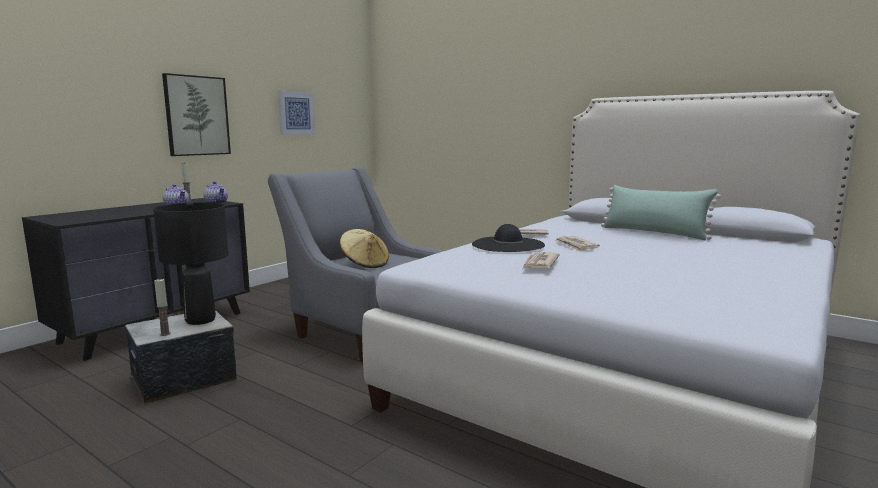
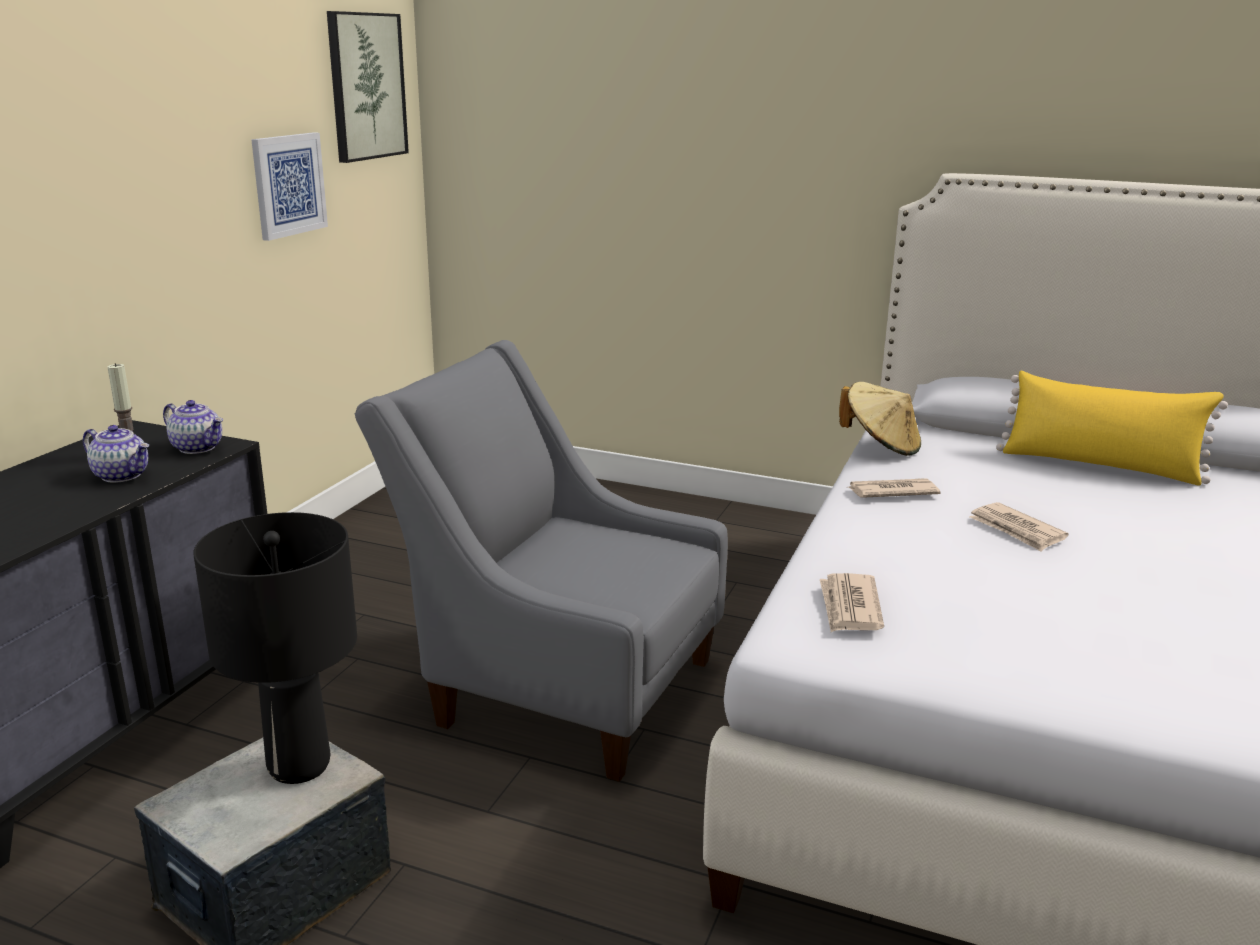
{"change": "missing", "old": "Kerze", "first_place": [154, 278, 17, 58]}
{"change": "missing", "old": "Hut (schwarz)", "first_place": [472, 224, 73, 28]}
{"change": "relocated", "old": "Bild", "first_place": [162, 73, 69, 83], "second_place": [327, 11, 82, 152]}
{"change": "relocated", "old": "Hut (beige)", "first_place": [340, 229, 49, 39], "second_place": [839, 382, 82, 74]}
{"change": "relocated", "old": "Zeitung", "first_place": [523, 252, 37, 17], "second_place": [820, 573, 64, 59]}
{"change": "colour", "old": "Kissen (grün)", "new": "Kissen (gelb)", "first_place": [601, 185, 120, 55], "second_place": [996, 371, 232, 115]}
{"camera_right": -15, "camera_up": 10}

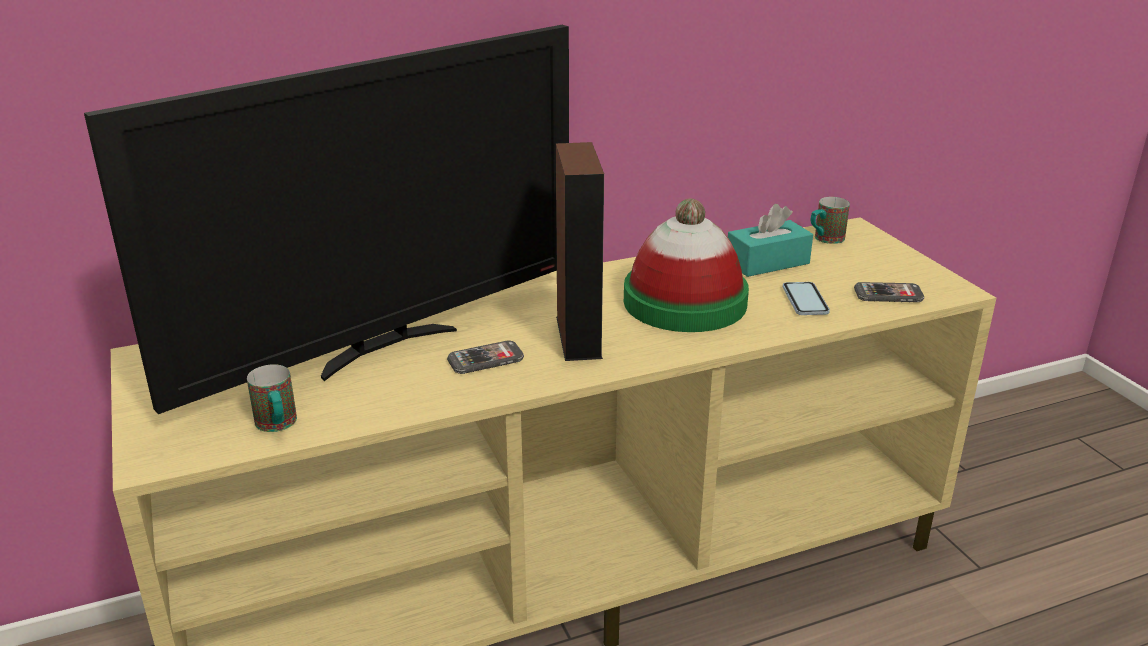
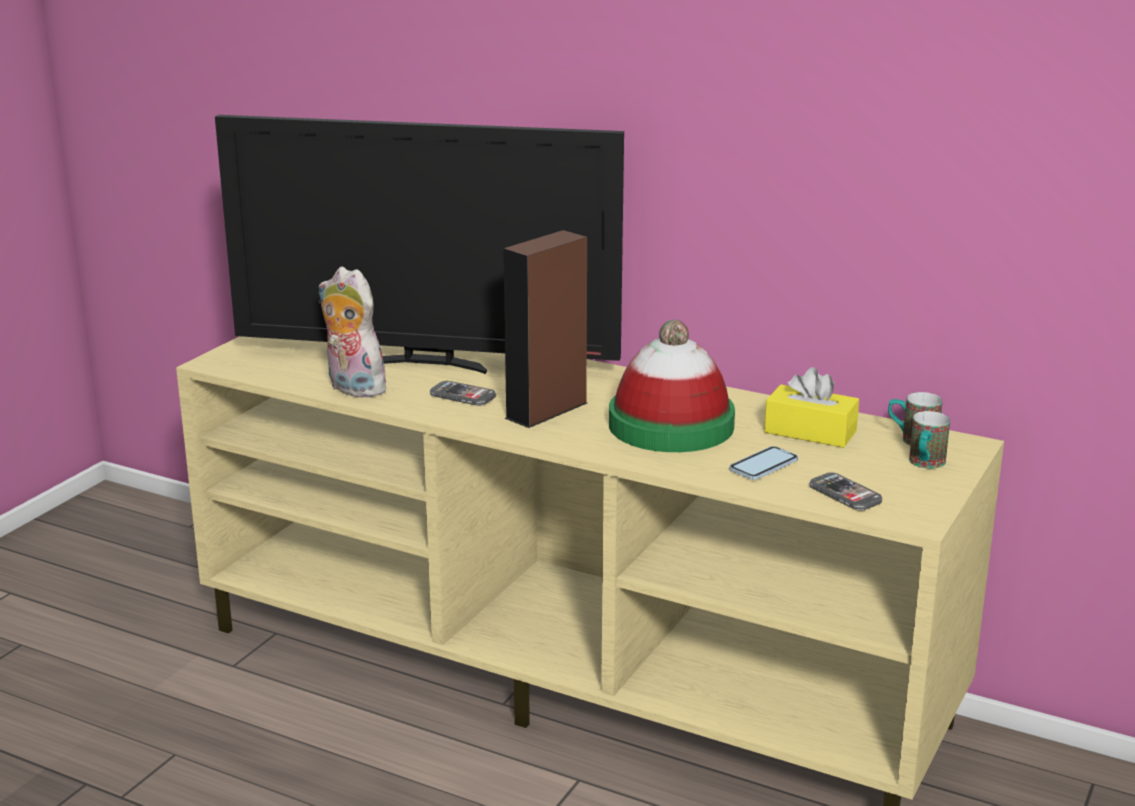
{"change": "appeared", "new": "Plüschtier", "second_place": [318, 267, 70, 131]}
{"change": "relocated", "old": "Henkelbecher", "first_place": [247, 364, 50, 68], "second_place": [909, 411, 41, 58]}
{"change": "colour", "old": "Taschentuchbox (türkis)", "new": "Taschentuchbox (gelb)", "first_place": [728, 204, 85, 73], "second_place": [764, 367, 95, 81]}
{"camera_right": 50, "camera_up": -5}

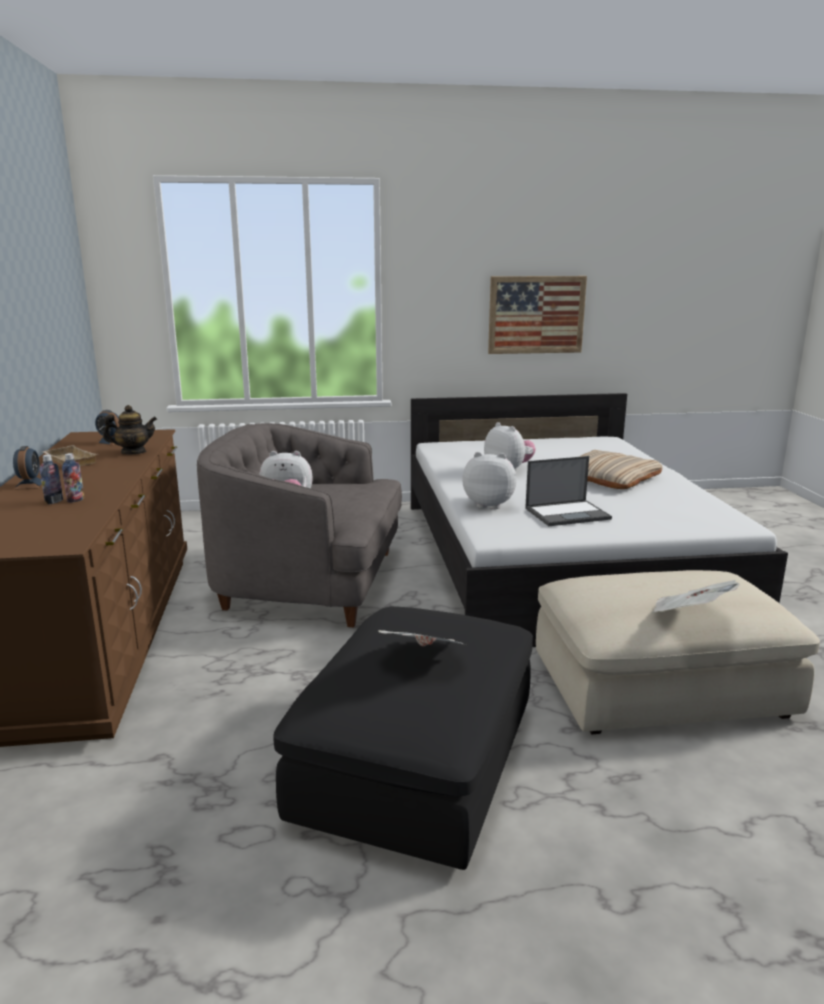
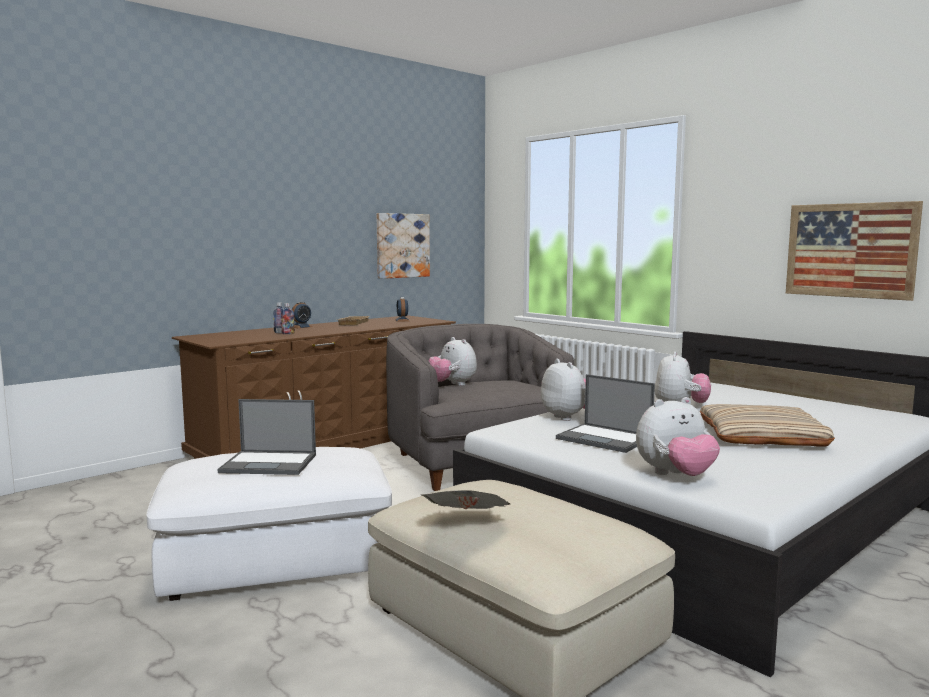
{"change": "missing", "old": "Teekanne", "first_place": [103, 405, 54, 49]}
{"change": "appeared", "new": "Bild", "second_place": [376, 213, 54, 66]}
{"change": "appeared", "new": "Plüschtier", "second_place": [636, 397, 84, 79]}
{"change": "exchanged", "old": "Zeitung", "new": "Laptop", "first_place": [378, 630, 88, 16], "second_place": [217, 399, 99, 76]}
{"change": "colour", "old": "Polsterhocker (schwarz)", "new": "Polsterhocker (weiß)", "first_place": [273, 606, 260, 264], "second_place": [147, 447, 245, 154]}
{"camera_right": 55, "camera_up": -10}

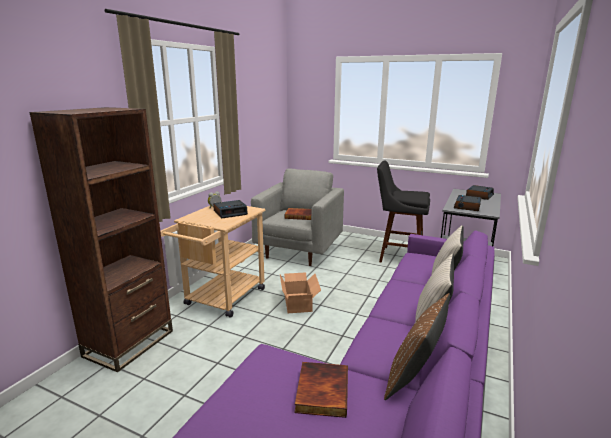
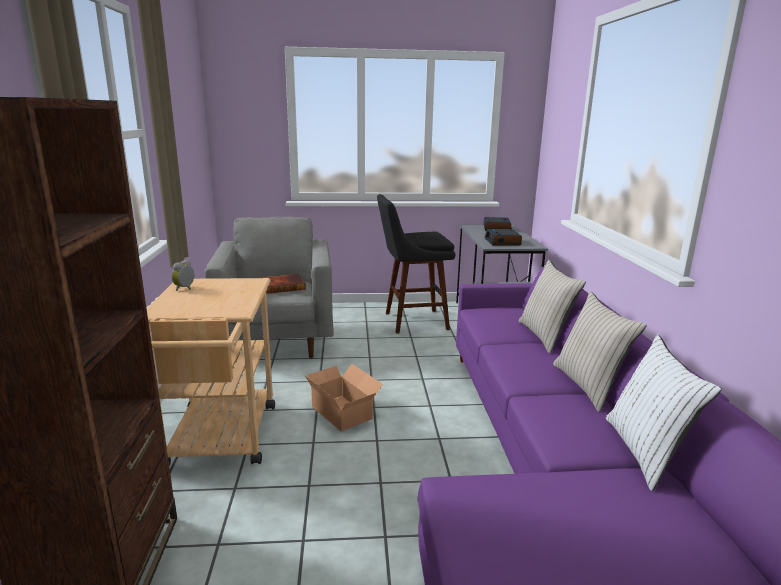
{"change": "missing", "old": "Wecker", "first_place": [213, 200, 35, 18]}
{"change": "missing", "old": "Buch", "first_place": [294, 362, 54, 56]}
{"change": "colour", "old": "Kissen (braun)", "new": "Kissen (weiß)", "first_place": [384, 293, 66, 107], "second_place": [606, 335, 116, 156]}
{"camera_right": -30, "camera_up": 0}

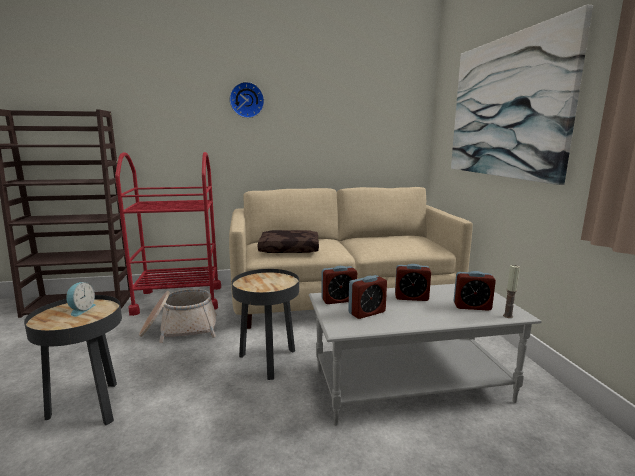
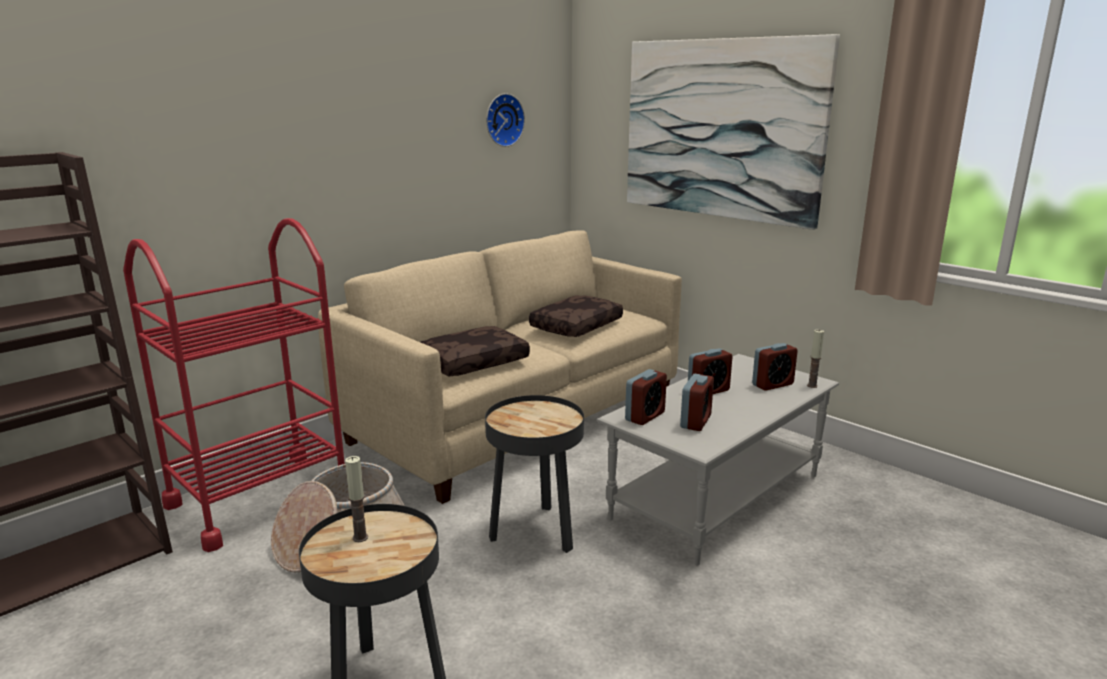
{"change": "appeared", "new": "Kissen (braun)", "second_place": [529, 296, 94, 41]}
{"change": "relocated", "old": "Wanduhr", "first_place": [229, 82, 35, 36], "second_place": [486, 93, 39, 54]}
{"change": "exchanged", "old": "Wecker", "new": "Kerze", "first_place": [66, 282, 30, 35], "second_place": [345, 456, 23, 86]}
{"camera_right": -35, "camera_up": 5}

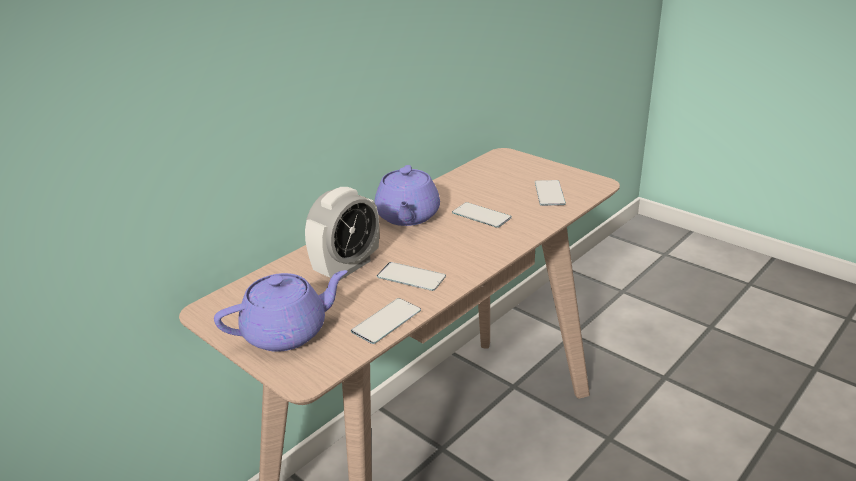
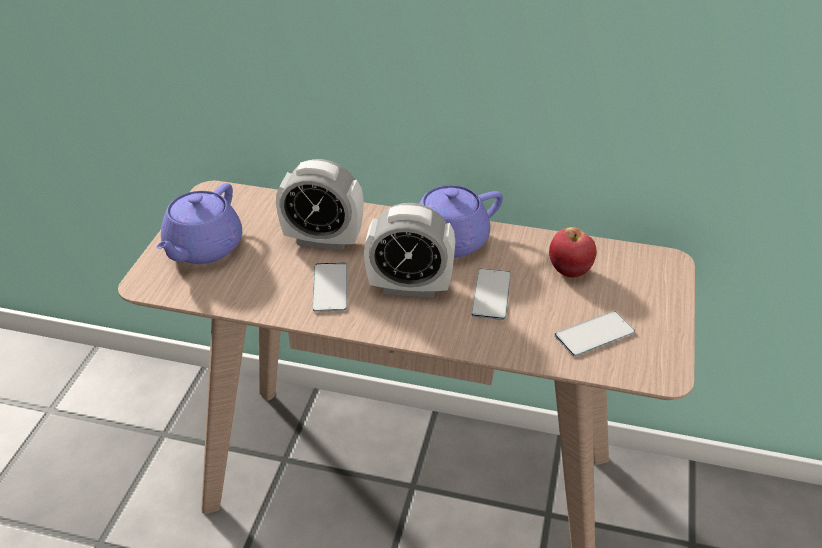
{"change": "missing", "old": "Handy", "first_place": [351, 298, 70, 46]}
{"change": "appeared", "new": "Wecker", "second_place": [364, 203, 91, 95]}
{"change": "appeared", "new": "Apfel", "second_place": [549, 227, 48, 51]}
{"change": "spun", "old": "Teekanne (lila)", "first_place": [214, 270, 134, 82], "second_place": [156, 183, 86, 81], "degrees": 75}
{"camera_right": 60, "camera_up": 10}

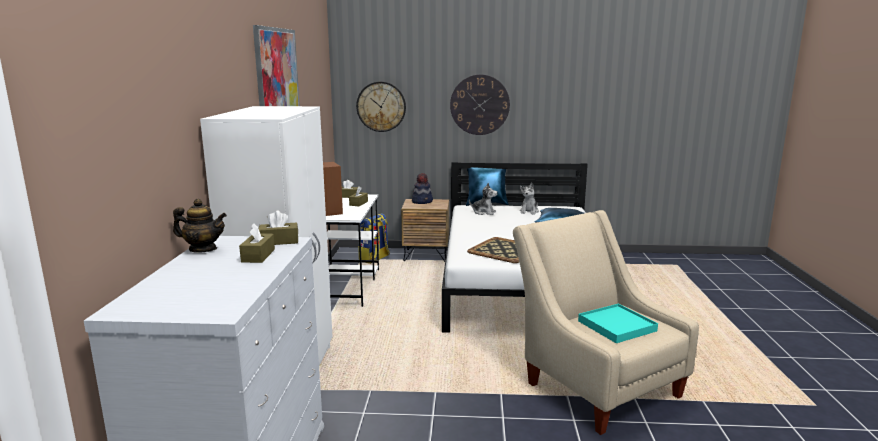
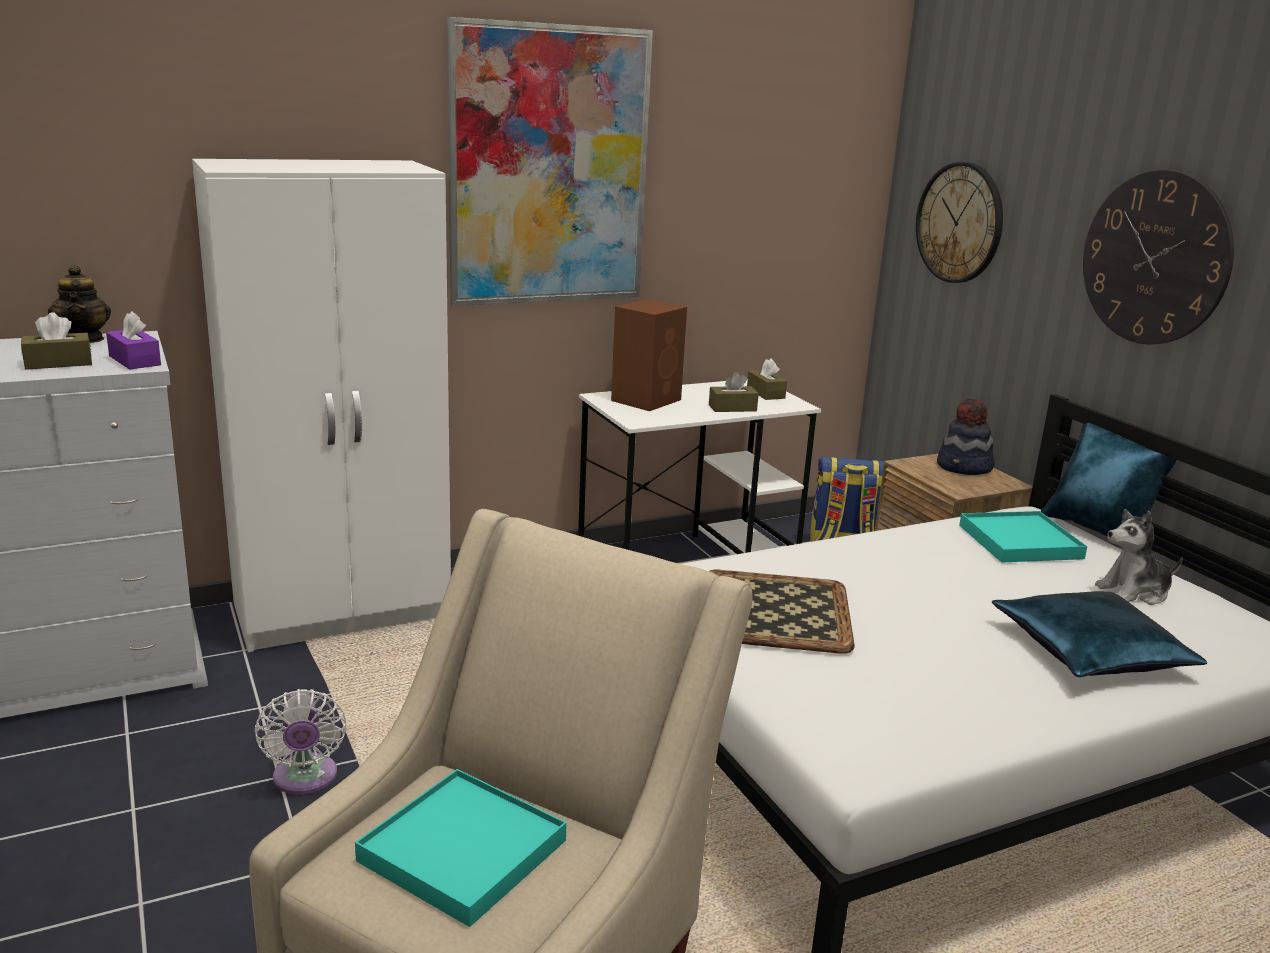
{"change": "appeared", "new": "Ventilator (weiß)", "second_place": [255, 689, 92, 105]}
{"change": "exchanged", "old": "Plüschtier", "new": "Tablett (türkis)", "first_place": [469, 183, 29, 32], "second_place": [959, 511, 128, 52]}
{"change": "colour", "old": "Taschentuchbox (braun)", "new": "Taschentuchbox (lila)", "first_place": [259, 211, 39, 34], "second_place": [106, 311, 55, 59]}
{"camera_right": 60, "camera_up": 5}

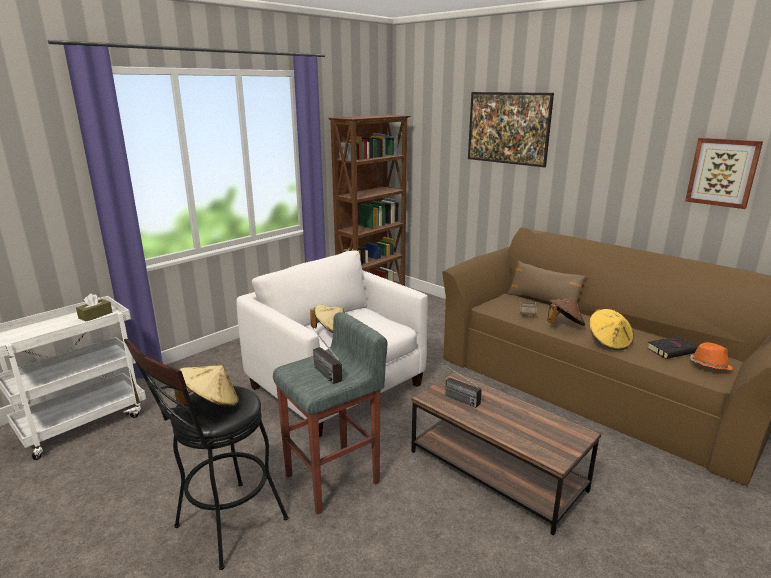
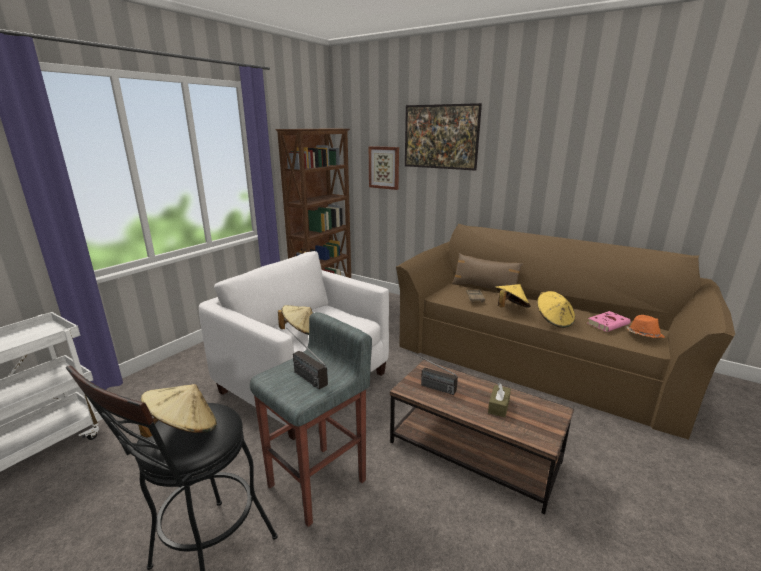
{"change": "relocated", "old": "Taschentuchbox (braun)", "first_place": [76, 293, 36, 28], "second_place": [488, 383, 23, 35]}
{"change": "relocated", "old": "Bild", "first_place": [685, 138, 78, 71], "second_place": [369, 146, 30, 44]}
{"change": "colour", "old": "Hut (braun)", "new": "Hut (gelb)", "first_place": [547, 299, 38, 27], "second_place": [495, 284, 36, 24]}
{"change": "colour", "old": "Buch (schwarz)", "new": "Buch (rosa)", "first_place": [647, 336, 51, 23], "second_place": [587, 311, 44, 21]}
{"camera_right": -10, "camera_up": 0}

